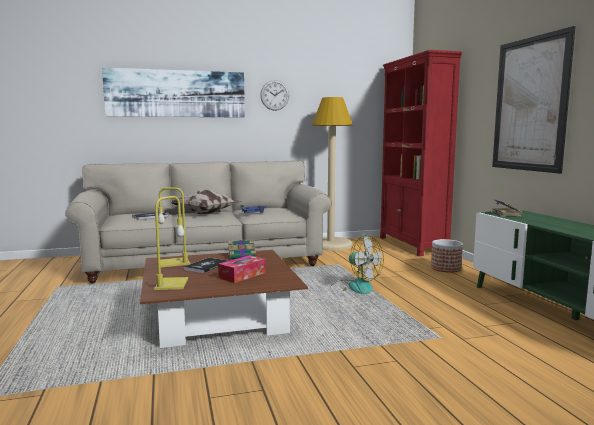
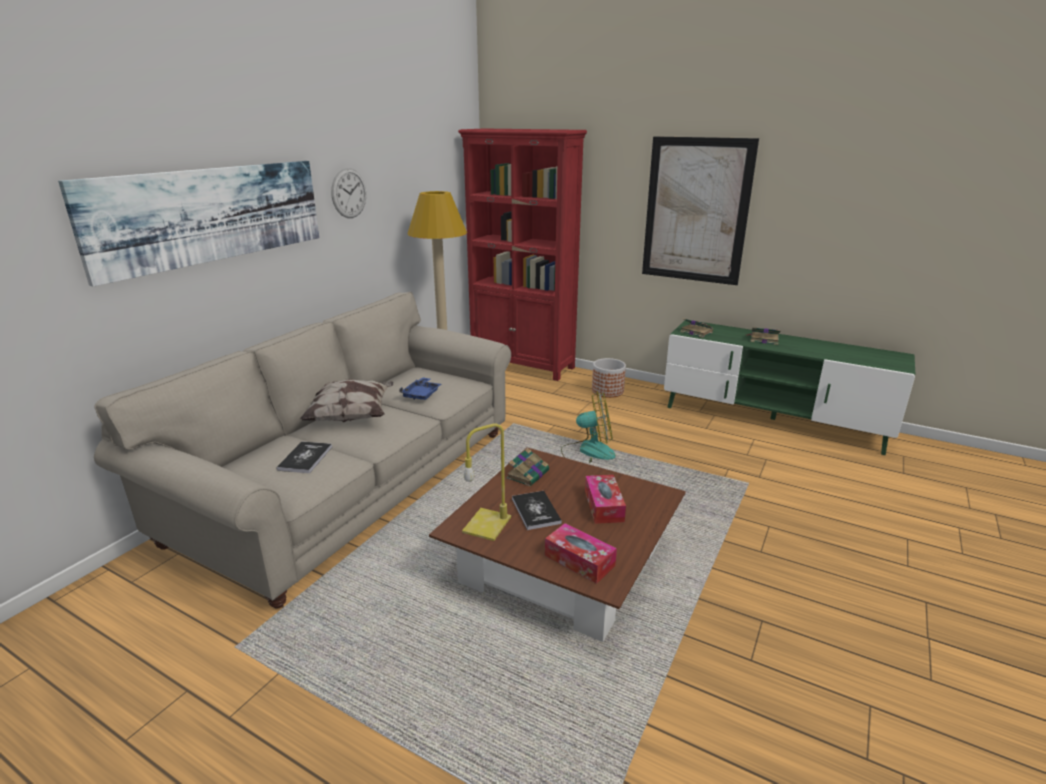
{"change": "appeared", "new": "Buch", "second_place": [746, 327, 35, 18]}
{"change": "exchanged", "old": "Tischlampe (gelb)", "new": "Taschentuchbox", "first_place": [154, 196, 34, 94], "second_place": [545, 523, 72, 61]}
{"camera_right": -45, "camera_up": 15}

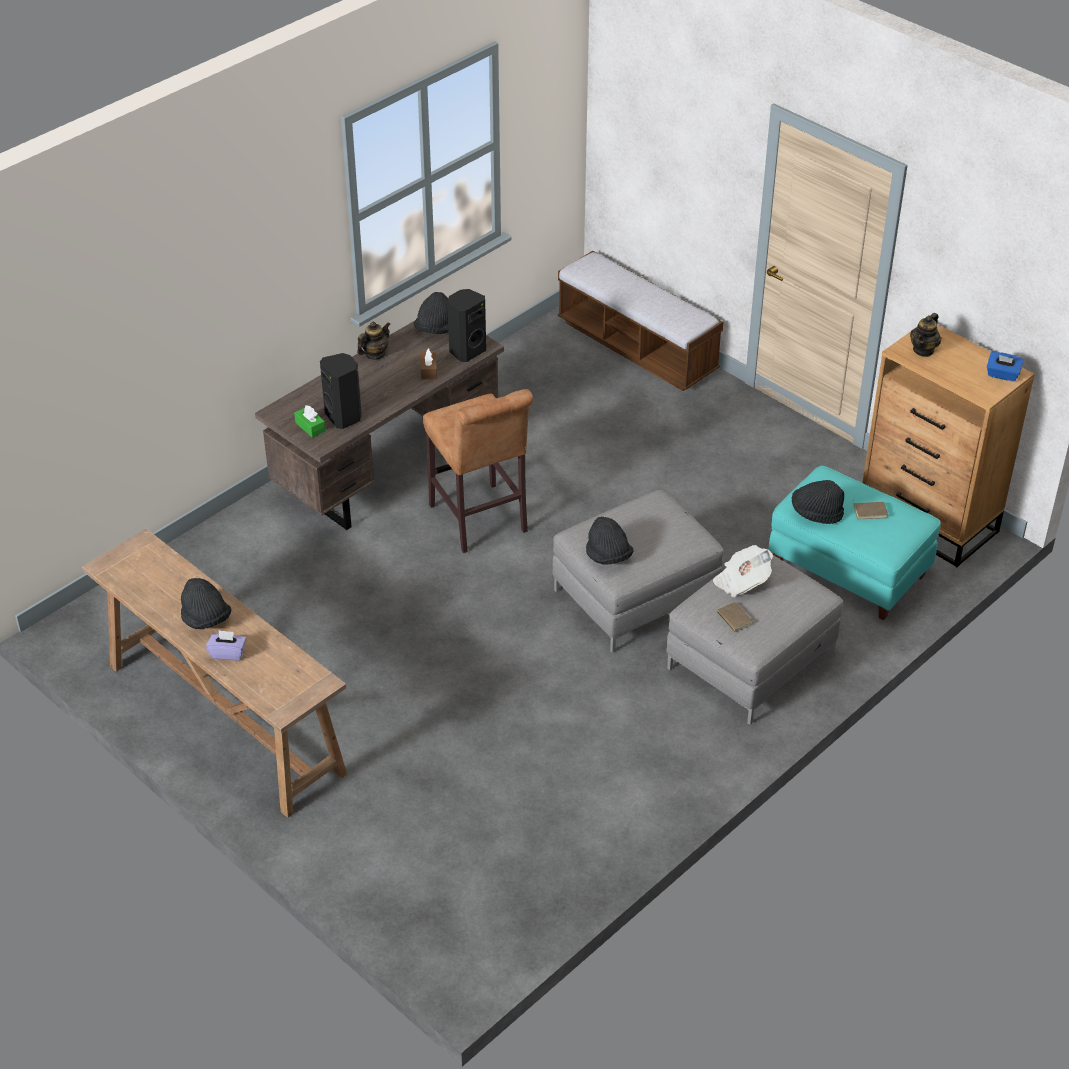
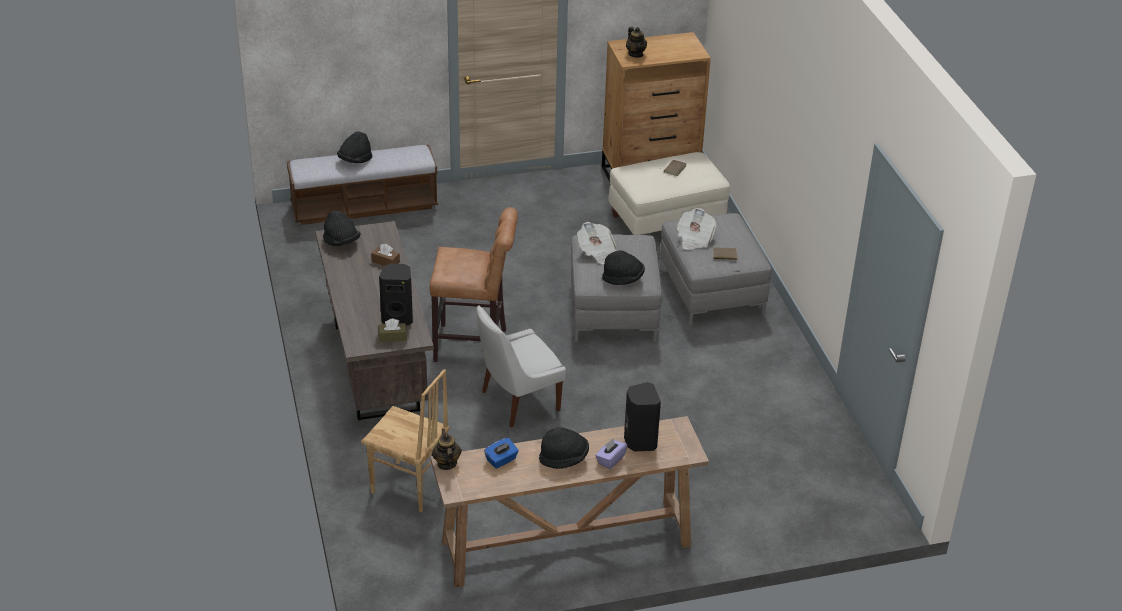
{"change": "appeared", "new": "Stuhl (braun)", "second_place": [361, 369, 89, 143]}
{"change": "appeared", "new": "Stuhl (weiß)", "second_place": [476, 305, 90, 123]}
{"change": "appeared", "new": "Zeitung", "second_place": [577, 222, 40, 42]}
{"change": "relocated", "old": "Teekanne", "first_place": [357, 322, 33, 38], "second_place": [432, 429, 30, 41]}
{"change": "relocated", "old": "Lautsprecher (schwarz)", "first_place": [447, 289, 39, 73], "second_place": [624, 382, 37, 70]}
{"change": "relocated", "old": "Hut (schwarz)", "first_place": [792, 480, 52, 44], "second_place": [337, 131, 35, 32]}
{"change": "relocated", "old": "Taschentuchbox (blau)", "first_place": [987, 352, 37, 30], "second_place": [484, 438, 35, 31]}
{"change": "colour", "old": "Taschentuchbox (grün)", "new": "Taschentuchbox (braun)", "first_place": [294, 405, 32, 33], "second_place": [379, 318, 27, 24]}
{"change": "colour", "old": "Polsterhocker (türkis)", "new": "Polsterhocker (beige)", "first_place": [769, 466, 172, 154], "second_place": [608, 152, 122, 83]}
{"camera_right": -60, "camera_up": -5}

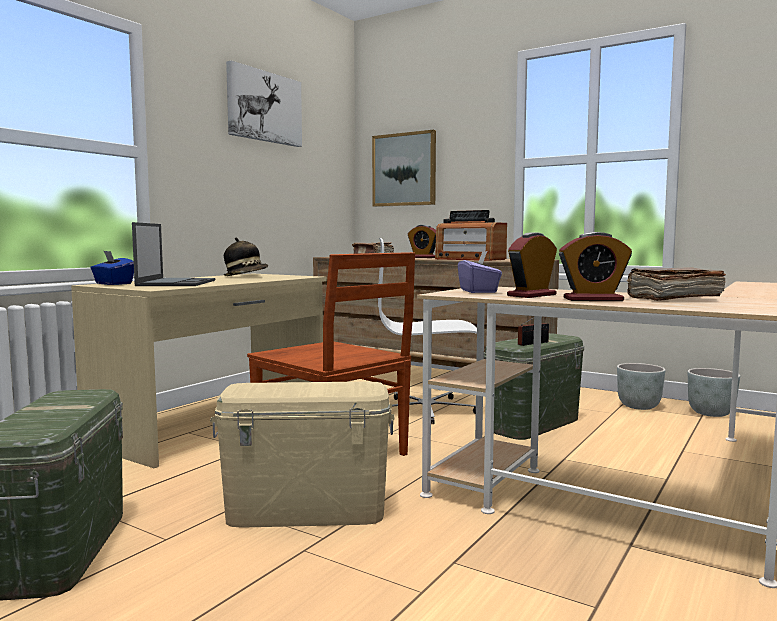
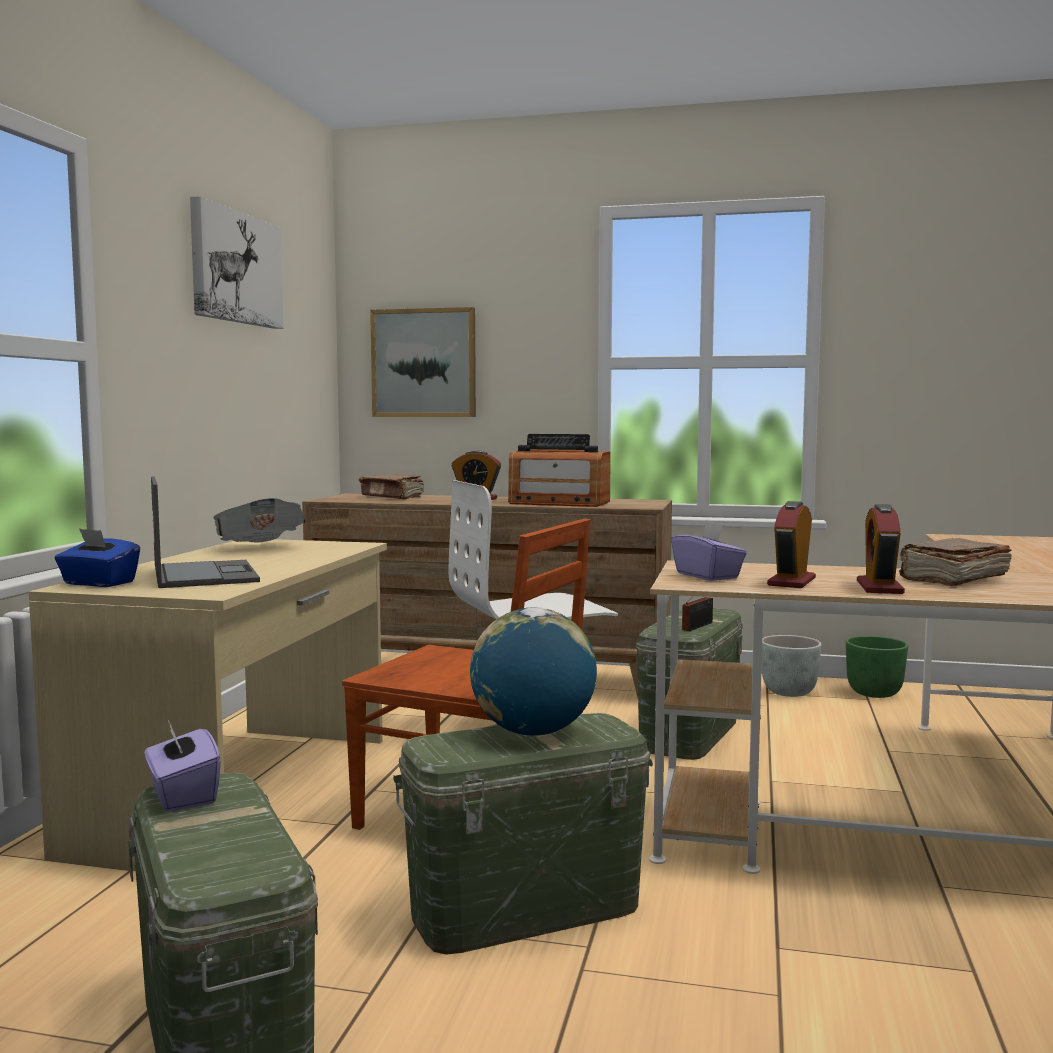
{"change": "appeared", "new": "Taschentuchbox (lila)", "second_place": [145, 719, 76, 93]}
{"change": "appeared", "new": "Globus", "second_place": [470, 608, 127, 128]}
{"change": "exchanged", "old": "Hut", "new": "Zeitung", "first_place": [224, 237, 44, 39], "second_place": [214, 498, 92, 44]}
{"change": "colour", "old": "Aufbewahrungsbox (beige)", "new": "Aufbewahrungsbox (grün)", "first_place": [211, 381, 183, 147], "second_place": [393, 713, 260, 242]}
{"change": "colour", "old": "Pflanzkübel (grau)", "new": "Pflanzkübel (grün)", "first_place": [688, 368, 52, 49], "second_place": [846, 636, 62, 62]}
{"change": "spun", "old": "Wecker", "first_place": [559, 232, 73, 69], "second_place": [857, 504, 48, 90], "degrees": 120}
{"camera_right": -20, "camera_up": 0}

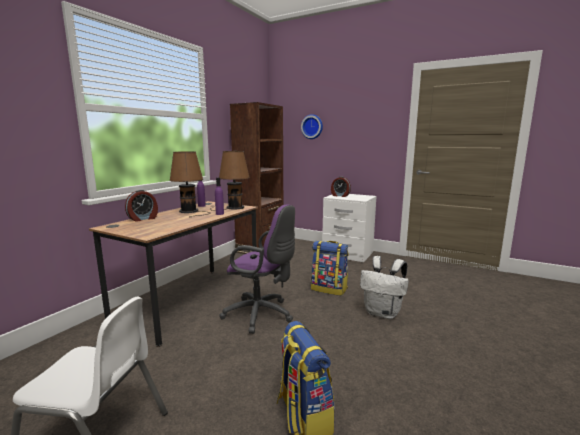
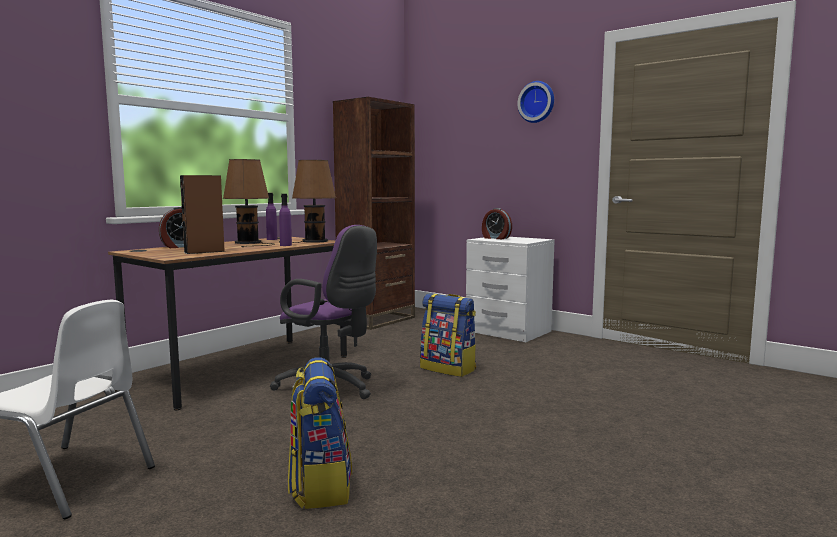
{"change": "missing", "old": "Rucksack (weiß)", "first_place": [360, 256, 49, 63]}
{"change": "appeared", "new": "Lautsprecher (braun)", "second_place": [180, 175, 45, 79]}
{"change": "relocated", "old": "Wanduhr", "first_place": [301, 114, 22, 25], "second_place": [517, 81, 37, 42]}
{"camera_right": 10, "camera_up": -5}

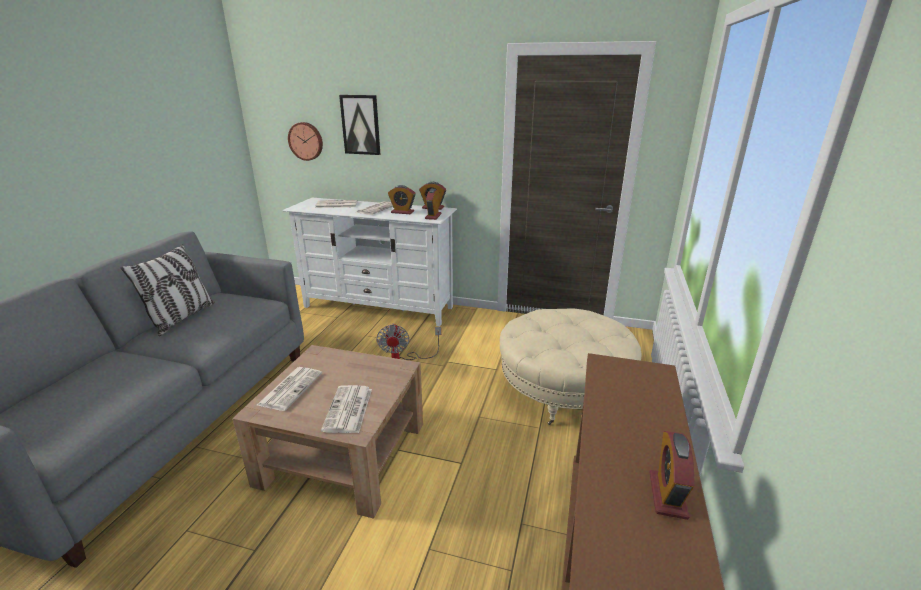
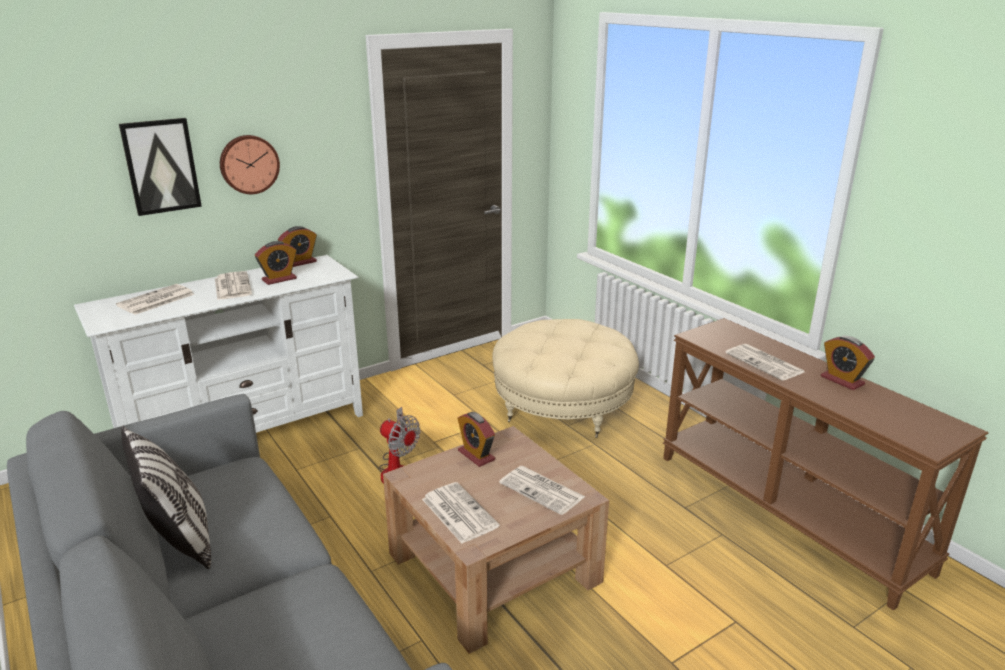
{"change": "appeared", "new": "Zeitung", "second_place": [725, 344, 79, 37]}
{"change": "relocated", "old": "Wanduhr", "first_place": [288, 122, 35, 39], "second_place": [220, 135, 60, 59]}
{"change": "relocated", "old": "Wecker", "first_place": [425, 189, 17, 31], "second_place": [458, 412, 37, 55]}
{"camera_right": -50, "camera_up": 0}

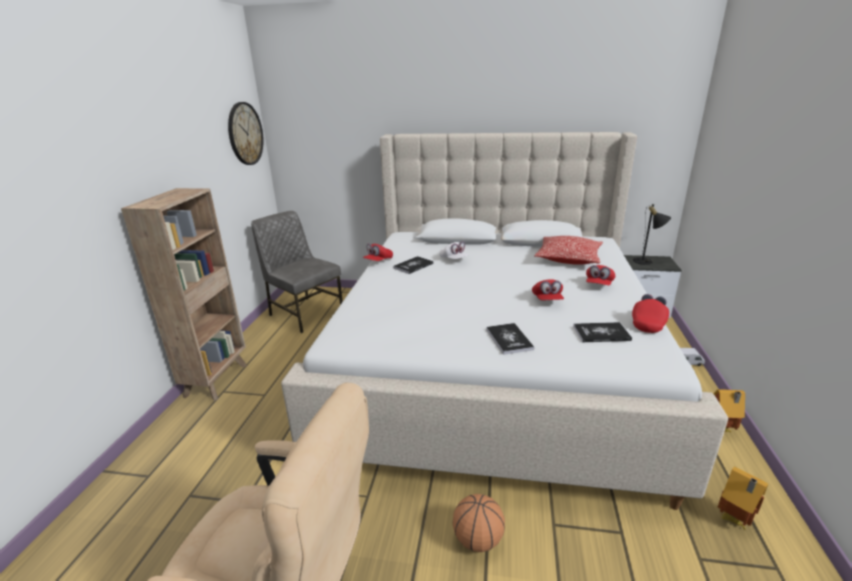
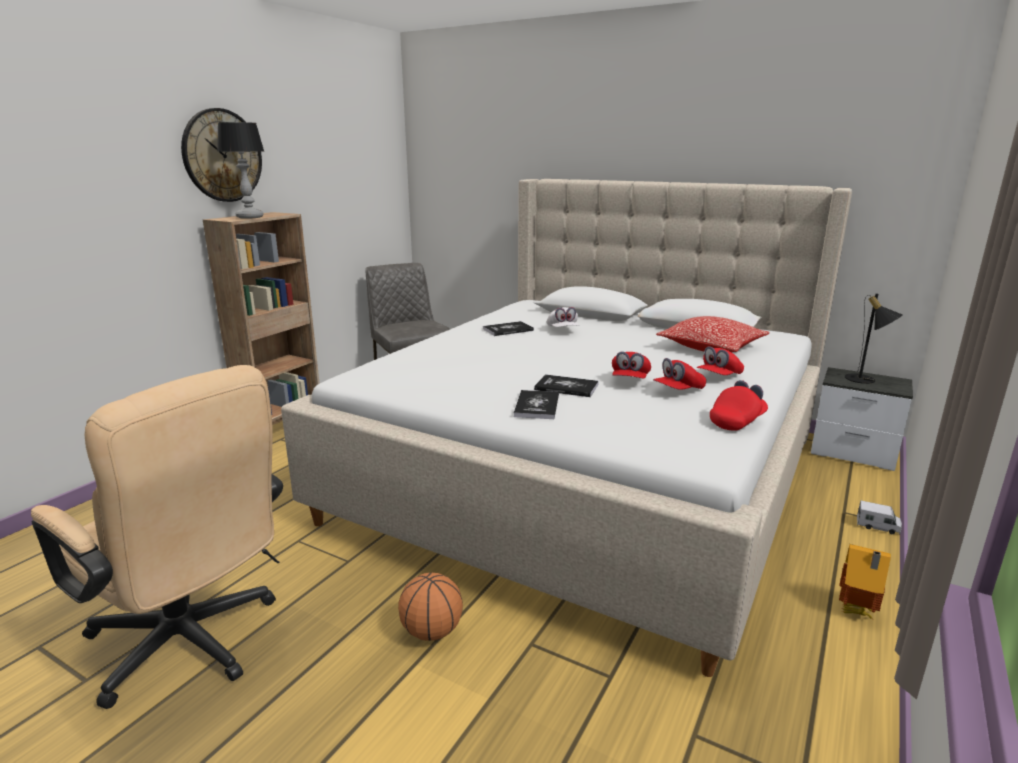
{"change": "missing", "old": "Spielzeughaus", "first_place": [717, 466, 51, 64]}
{"change": "appeared", "new": "Tischlampe", "second_place": [217, 122, 47, 97]}
{"change": "relocated", "old": "Wanduhr", "first_place": [228, 102, 36, 63], "second_place": [181, 108, 81, 94]}
{"change": "relocated", "old": "Kappe (rot)", "first_place": [362, 243, 31, 18], "second_place": [653, 358, 53, 32]}
{"change": "relocated", "old": "Buch", "first_place": [573, 322, 59, 20], "second_place": [534, 374, 65, 23]}
{"camera_right": 20, "camera_up": -5}

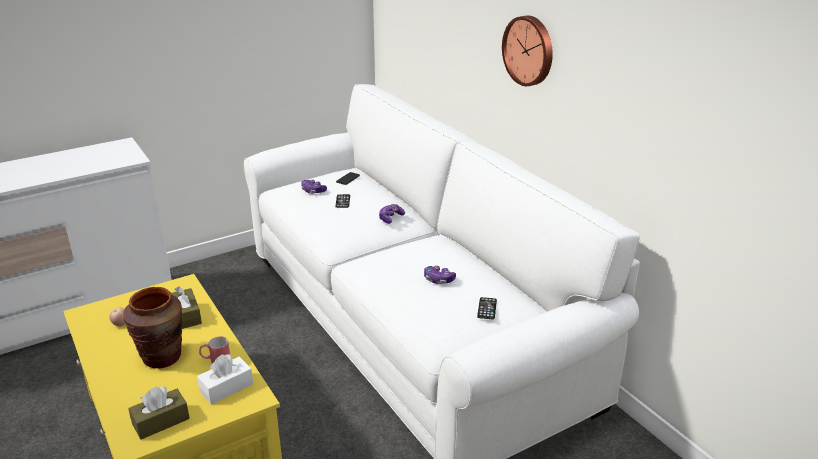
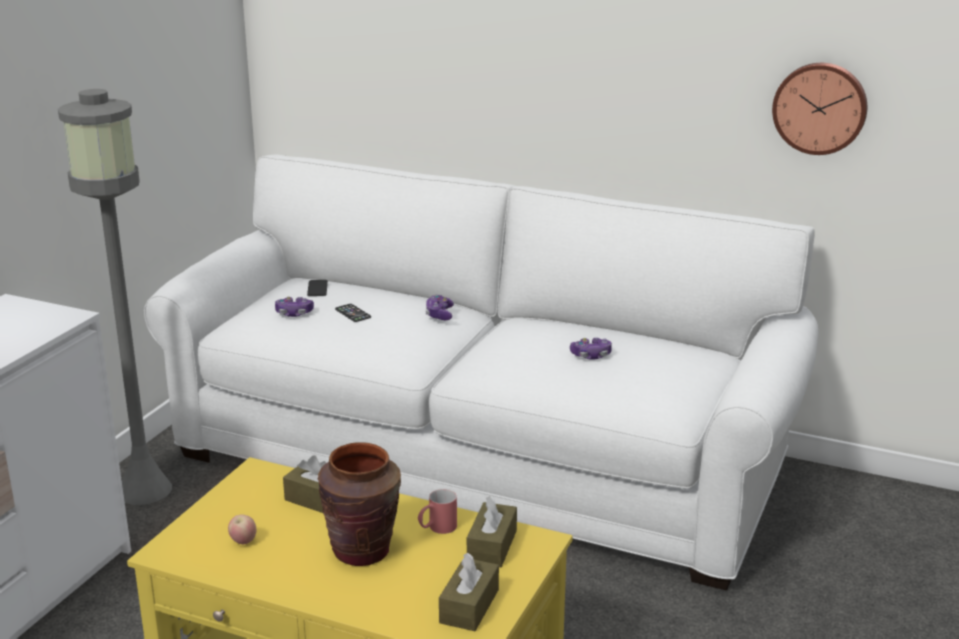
{"change": "missing", "old": "Handy", "first_place": [477, 297, 20, 23]}
{"change": "appeared", "new": "Stehlampe (grau)", "second_place": [58, 89, 114, 416]}
{"change": "relocated", "old": "Wanduhr", "first_place": [502, 15, 51, 71], "second_place": [772, 63, 95, 92]}
{"change": "colour", "old": "Taschentuchbox (weiß)", "new": "Taschentuchbox (braun)", "first_place": [197, 354, 57, 51], "second_place": [467, 496, 50, 71]}
{"camera_right": -35, "camera_up": -5}

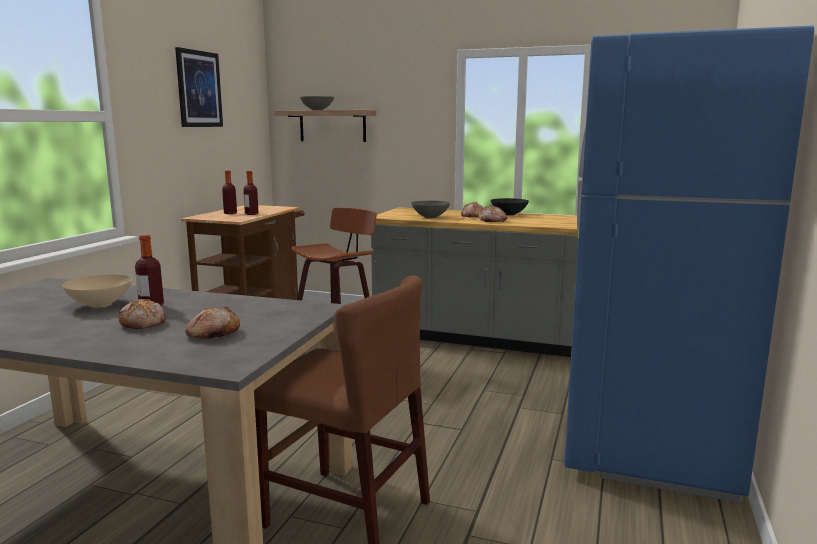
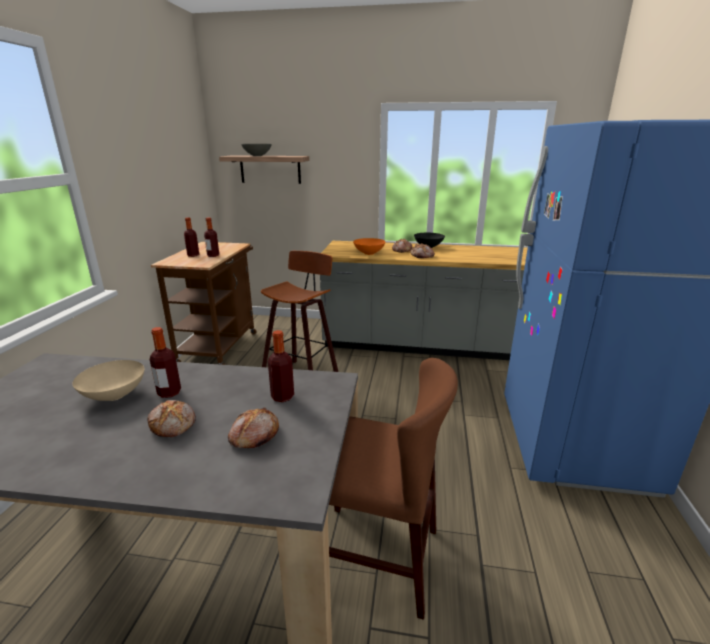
{"change": "missing", "old": "Bild", "first_place": [175, 47, 48, 80]}
{"change": "appeared", "new": "Flasche", "second_place": [268, 330, 26, 72]}
{"change": "colour", "old": "Schüssel (grau)", "new": "Schüssel (orange)", "first_place": [411, 201, 39, 17], "second_place": [353, 238, 33, 17]}
{"camera_right": -10, "camera_up": 10}

